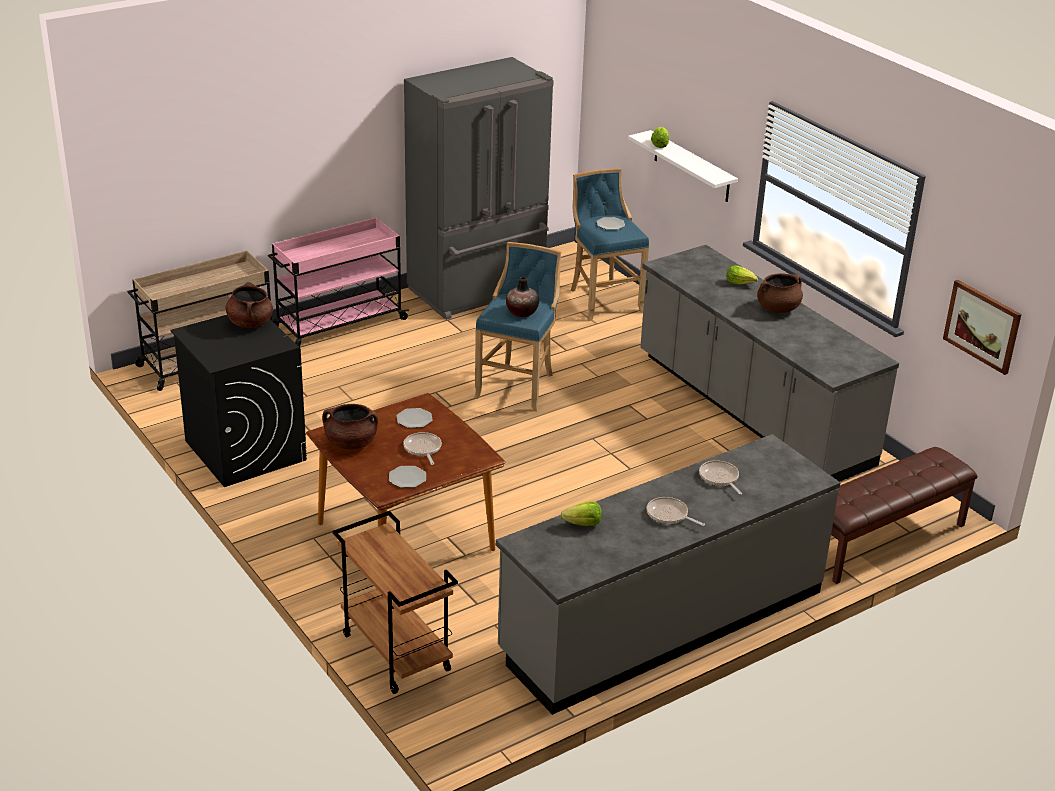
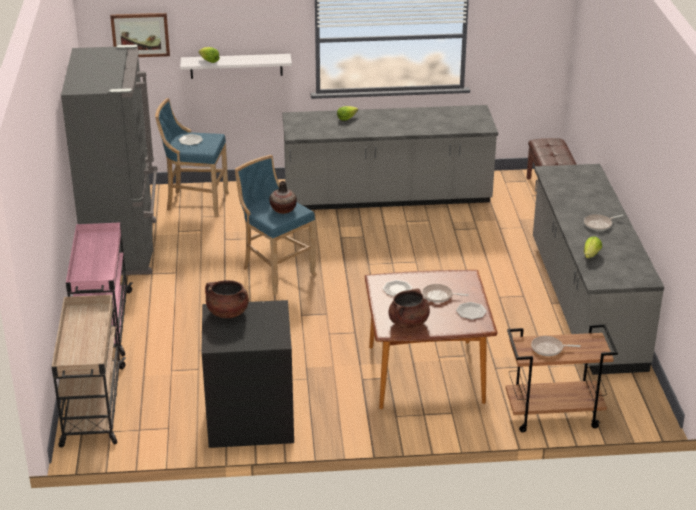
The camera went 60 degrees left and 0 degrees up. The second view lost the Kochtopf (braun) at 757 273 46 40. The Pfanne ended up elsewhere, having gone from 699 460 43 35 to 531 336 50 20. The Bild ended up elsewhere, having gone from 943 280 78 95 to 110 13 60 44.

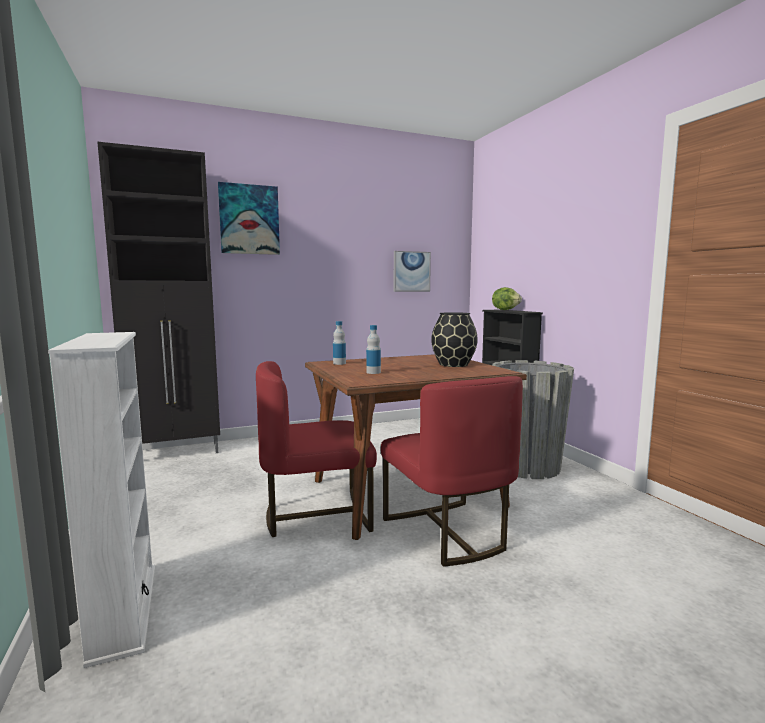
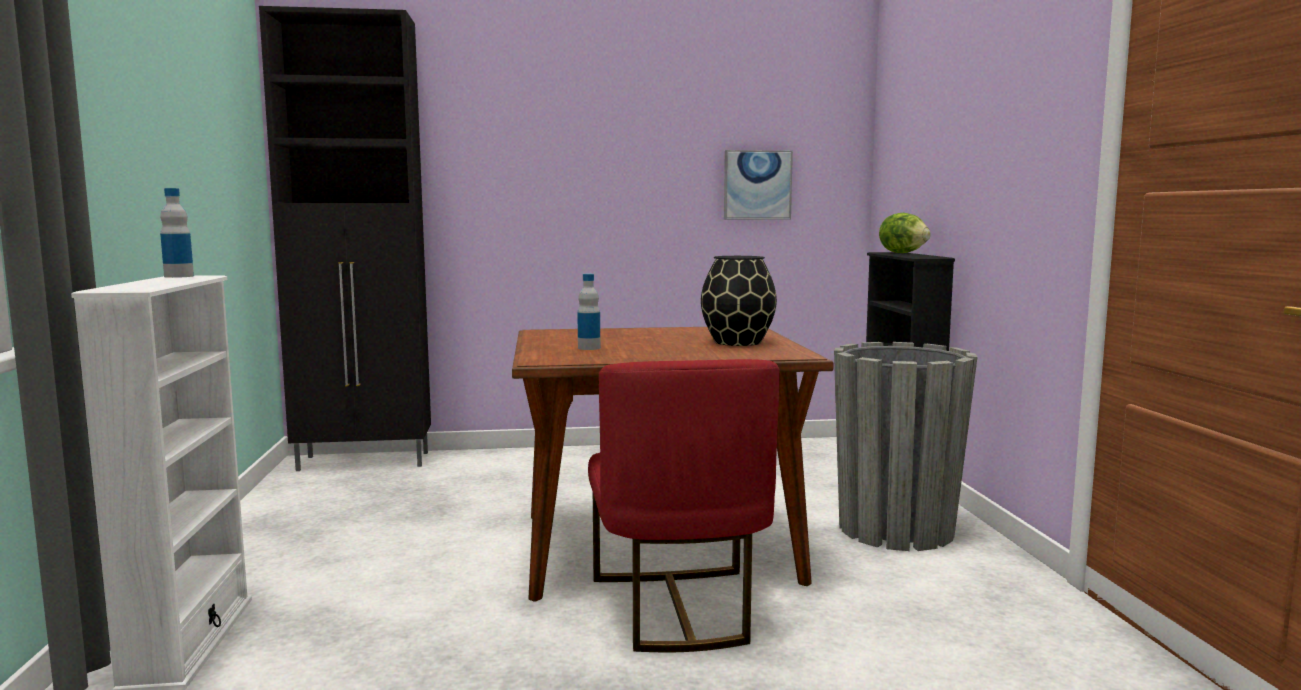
The camera went 15 degrees right and 0 degrees up. The second view lost the Bild at 218 182 62 73. The second view lost the Stuhl (rot) at 256 361 121 176. The Flasche ended up elsewhere, having gone from 333 321 13 44 to 160 188 34 90.

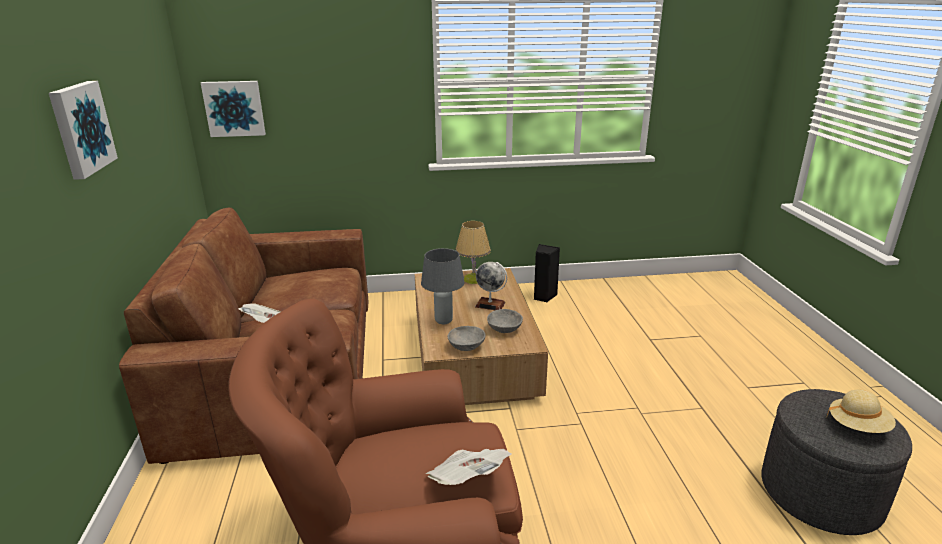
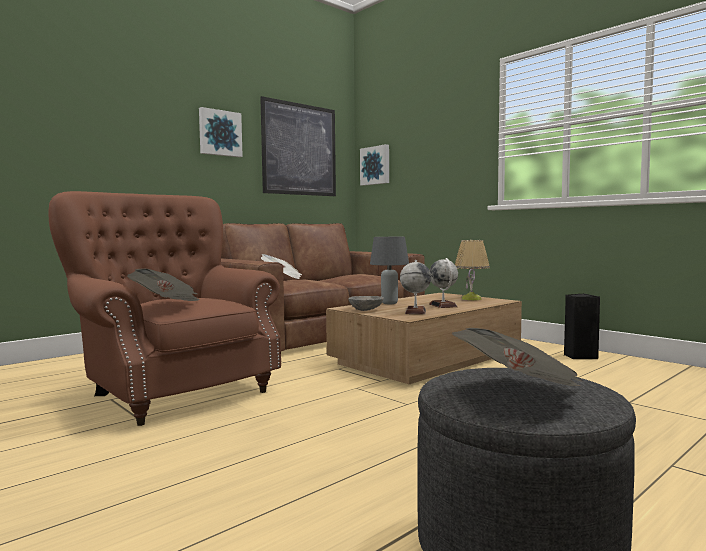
The camera went 55 degrees right and 20 degrees down. The second view gained the Bild at 260 96 76 100. Where the Schüssel (grau) stood at 487 309 36 24, the Globus came to stand at 400 260 31 54. Where the Hut (beige) stood at 827 390 69 43, the Zeitung came to stand at 452 328 131 58.

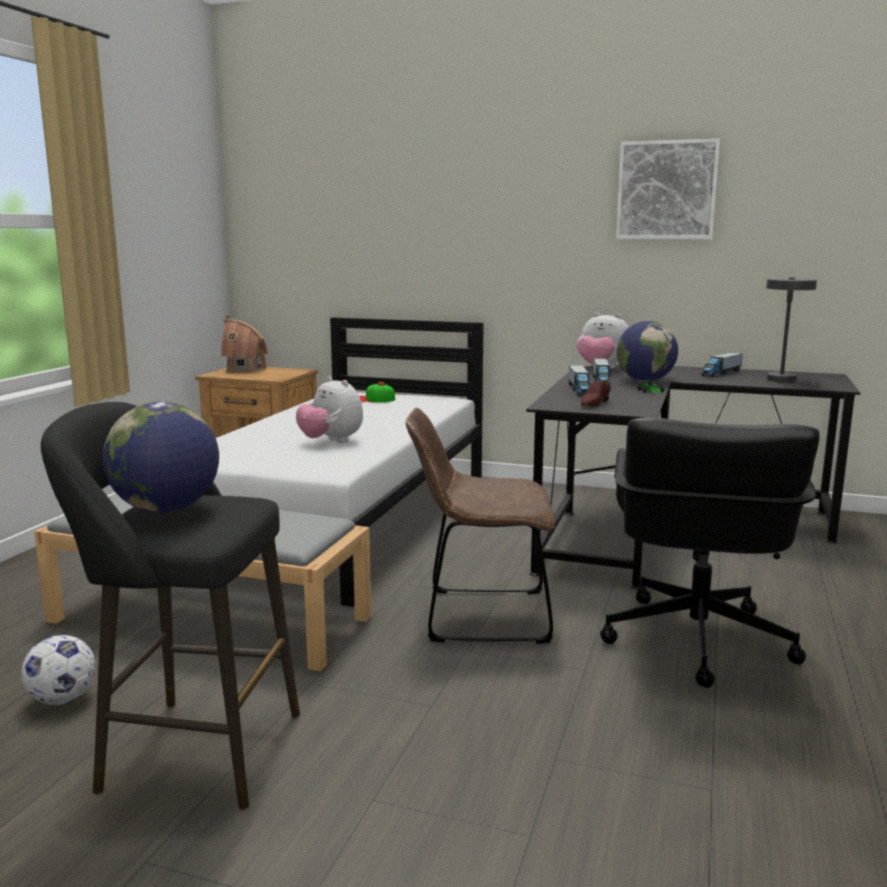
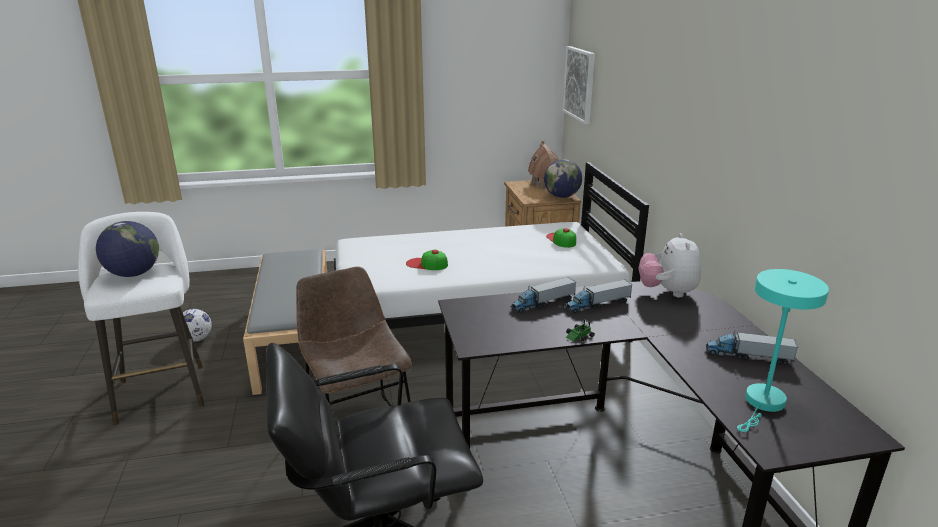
The camera went 60 degrees right and 10 degrees up. The second view lost the Schuh (braun) at 581 380 30 27. The Bild ended up elsewhere, having gone from 616 139 104 100 to 563 46 32 78. The Globus ended up elsewhere, having gone from 617 321 61 60 to 544 159 38 39. Where the Plüschtier stood at 296 377 67 65, the Kappe came to stand at 406 250 42 20. What was the Hocker (schwarz) at 41 402 259 407 turned into the Hocker (weiß) at 78 212 127 213. What was the Tischlampe (grau) at 766 277 54 111 turned into the Tischlampe (türkis) at 737 269 92 163.

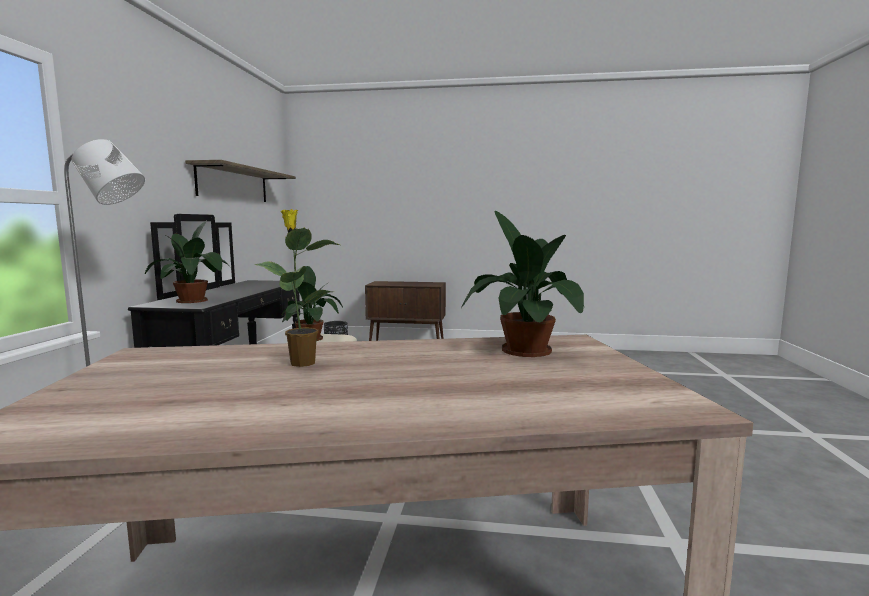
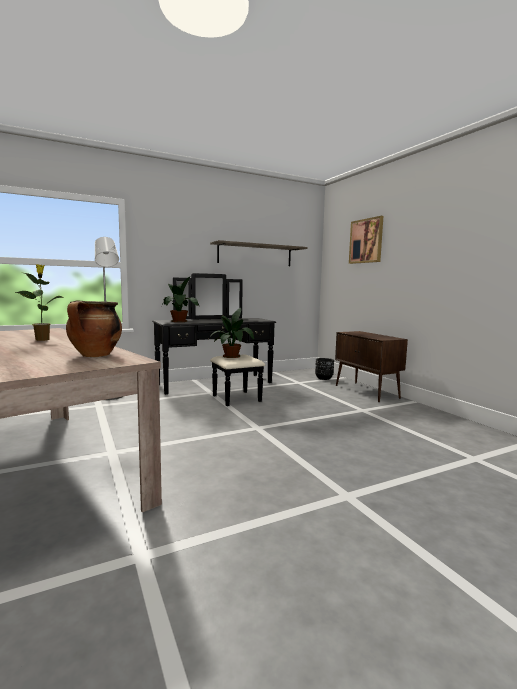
The camera went 55 degrees right and 0 degrees up. The second view gained the Bild at 349 216 34 48. Where the Topfpflanze stood at 461 211 124 146, the Kochtopf came to stand at 66 300 56 57.

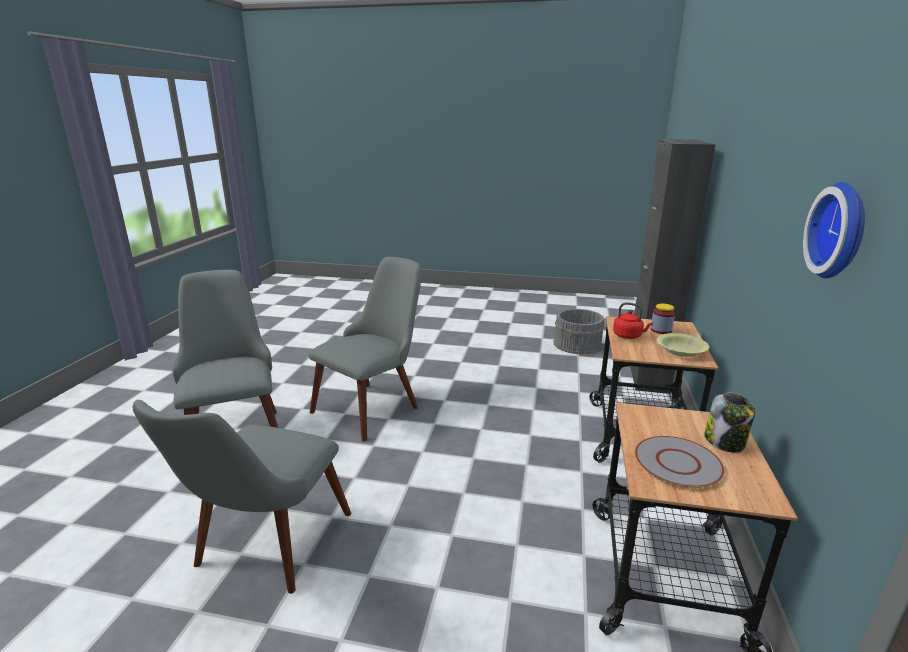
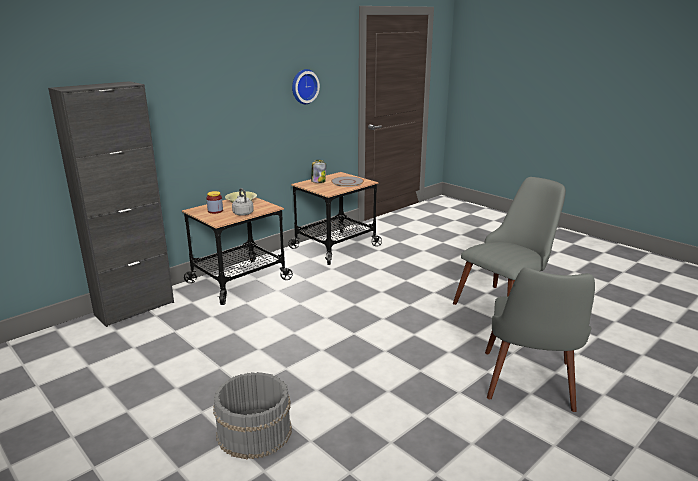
The camera went 145 degrees left and 0 degrees up. The second view lost the Stuhl (grau) at 309 257 113 185. The Eimer (grau) ended up elsewhere, having gone from 554 309 51 46 to 213 372 79 88. What was the Wasserkessel (rot) at 613 302 40 37 turned into the Wasserkessel (grau) at 232 188 22 28.

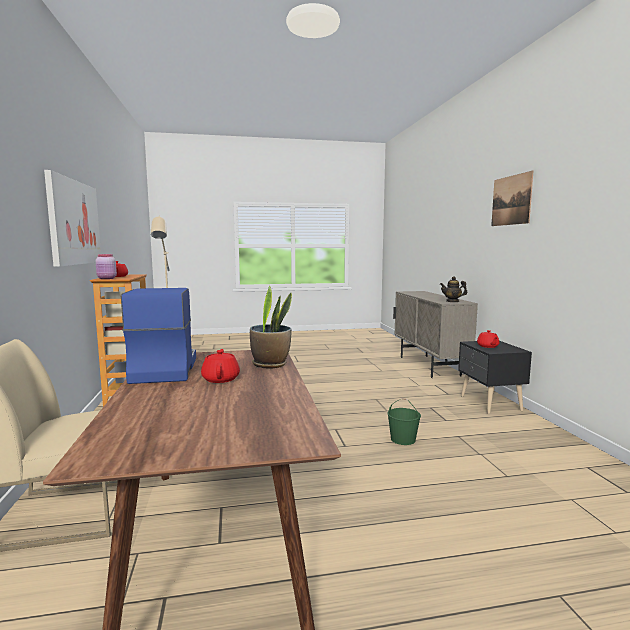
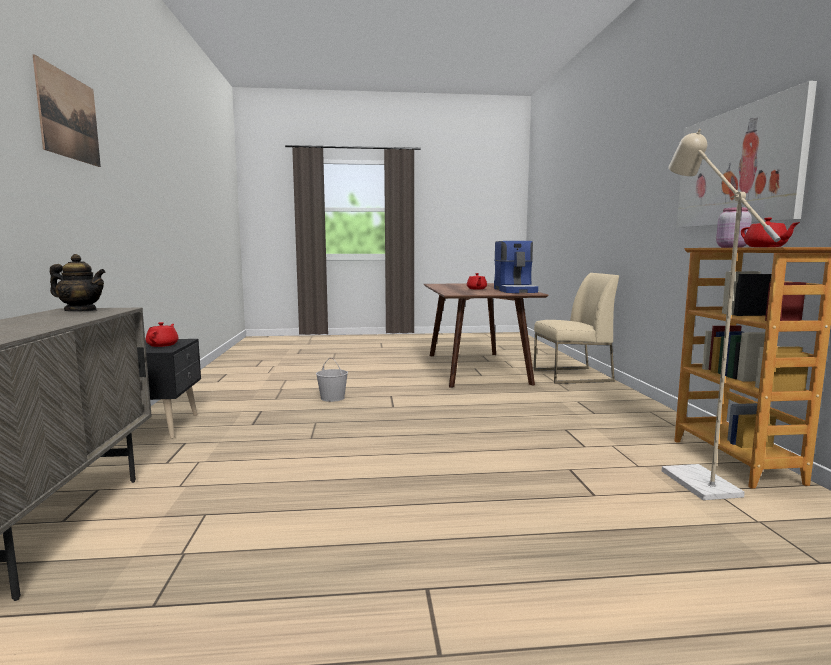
The camera went 175 degrees left and 0 degrees up. The second view lost the Topfpflanze at 250 286 42 82. What was the Eimer (grün) at 387 398 34 47 turned into the Eimer (weiß) at 316 357 32 45.

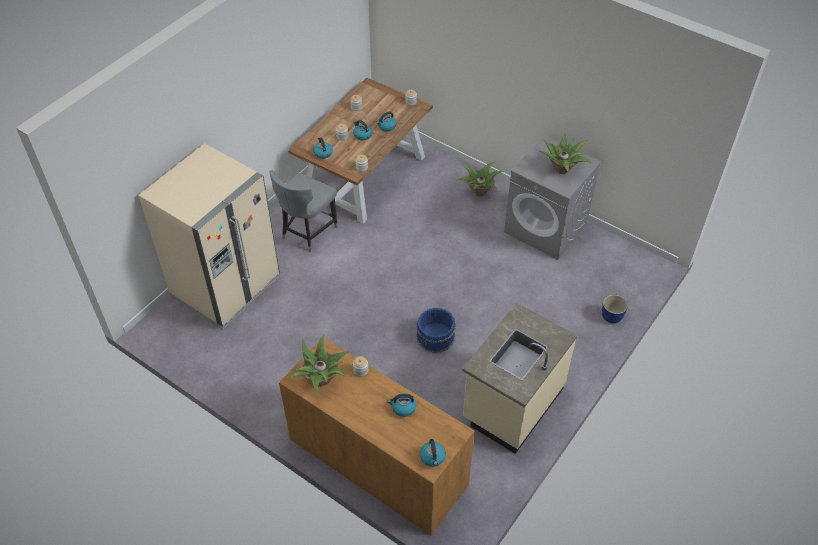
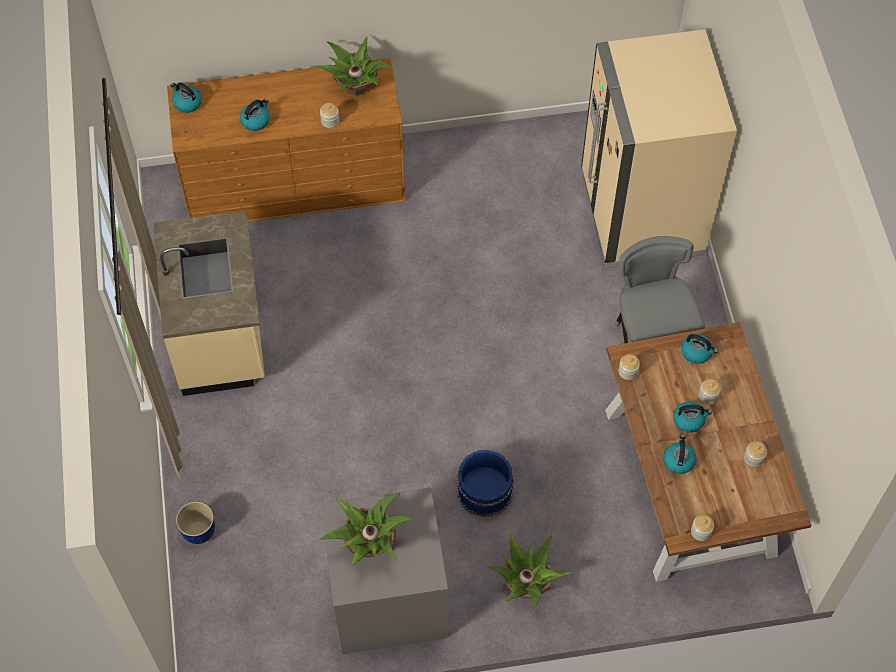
The camera went 135 degrees right and 10 degrees up. The Eimer (blau) ended up elsewhere, having gone from 416 307 40 46 to 457 450 57 67.

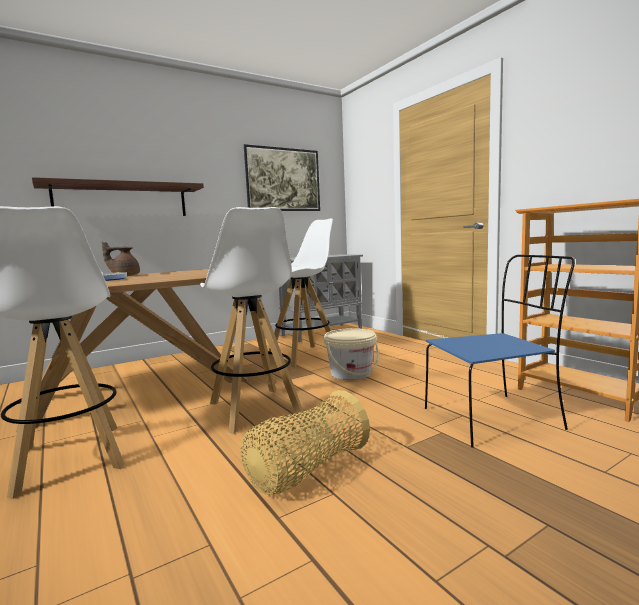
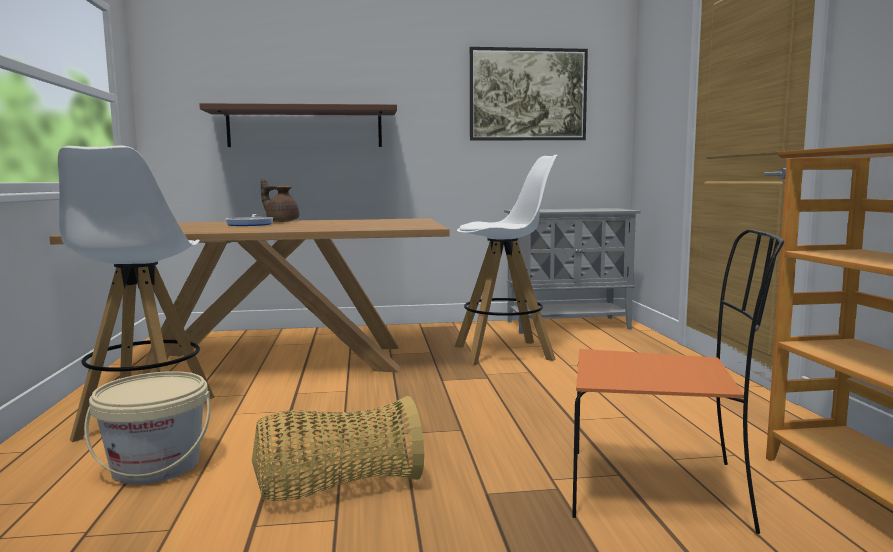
The camera went 25 degrees right and 0 degrees up. The second view lost the Hocker (weiß) at 200 207 104 227. The Eimer (beige) ended up elsewhere, having gone from 324 328 55 52 to 84 371 126 114. What was the Stuhl (blau) at 425 255 150 193 turned into the Stuhl (orange) at 572 229 212 305.

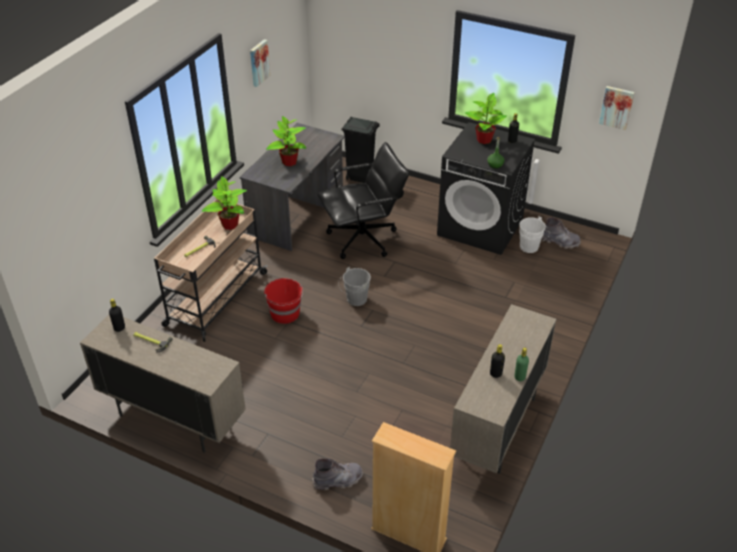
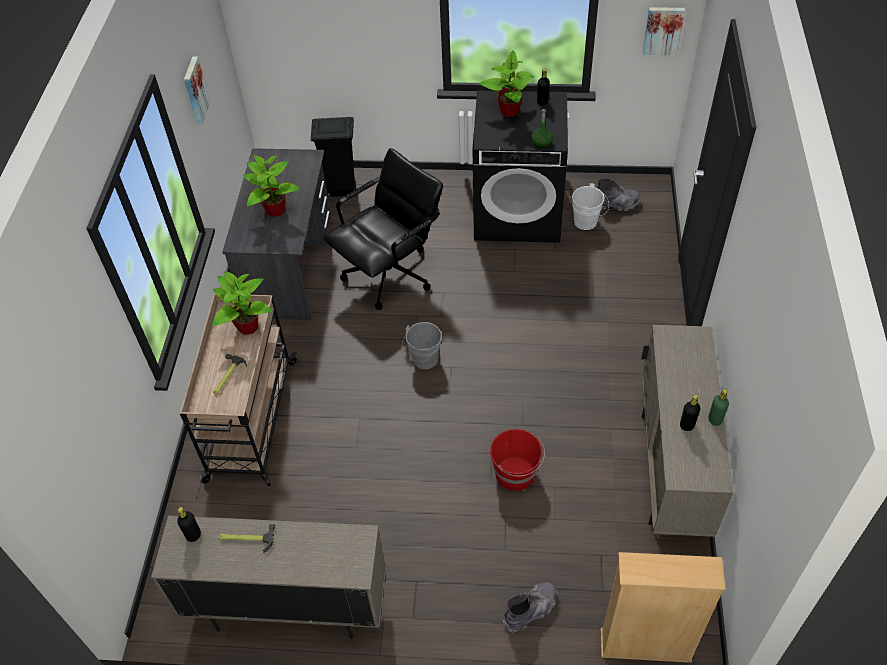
The camera went 20 degrees left and 10 degrees up. The Eimer (rot) ended up elsewhere, having gone from 264 278 39 46 to 490 429 55 62.

